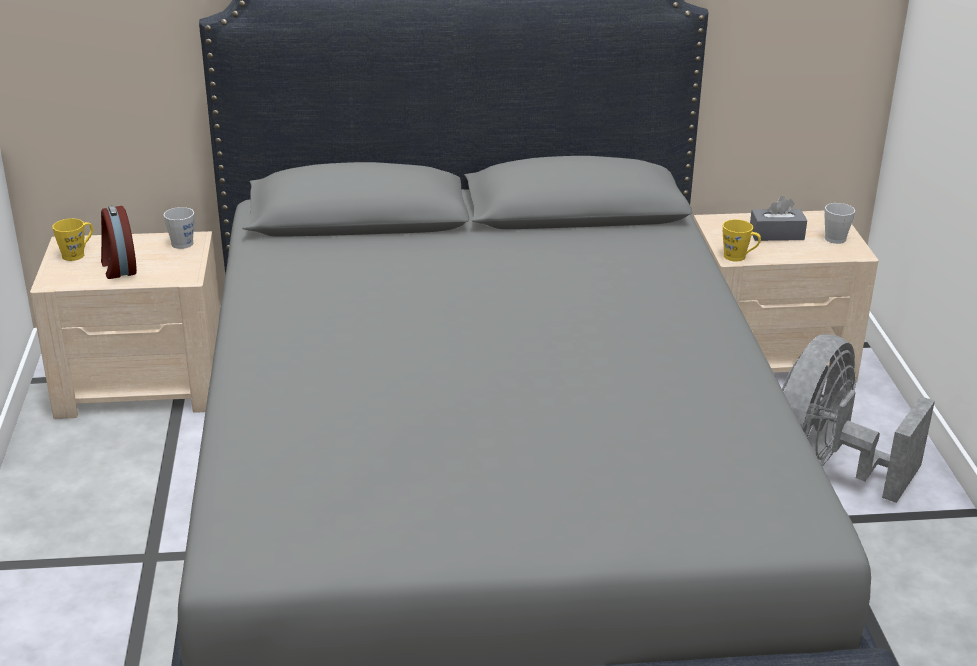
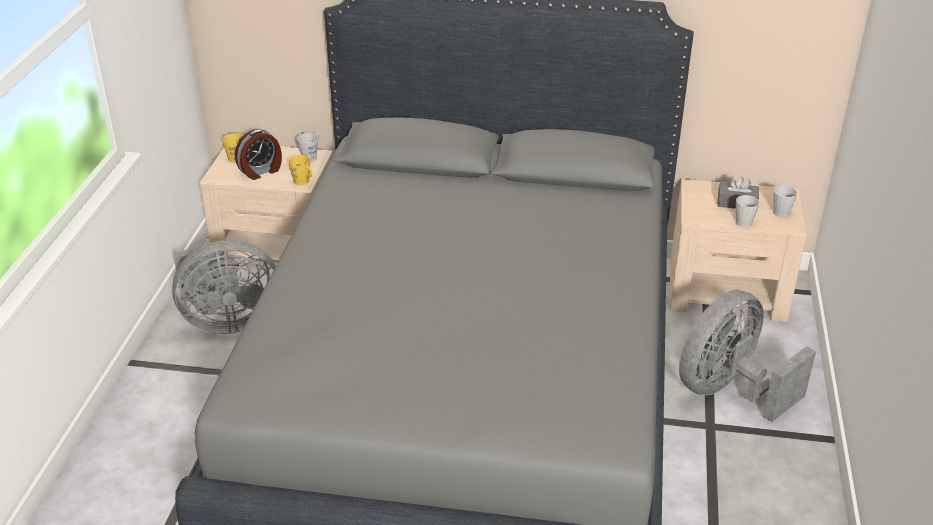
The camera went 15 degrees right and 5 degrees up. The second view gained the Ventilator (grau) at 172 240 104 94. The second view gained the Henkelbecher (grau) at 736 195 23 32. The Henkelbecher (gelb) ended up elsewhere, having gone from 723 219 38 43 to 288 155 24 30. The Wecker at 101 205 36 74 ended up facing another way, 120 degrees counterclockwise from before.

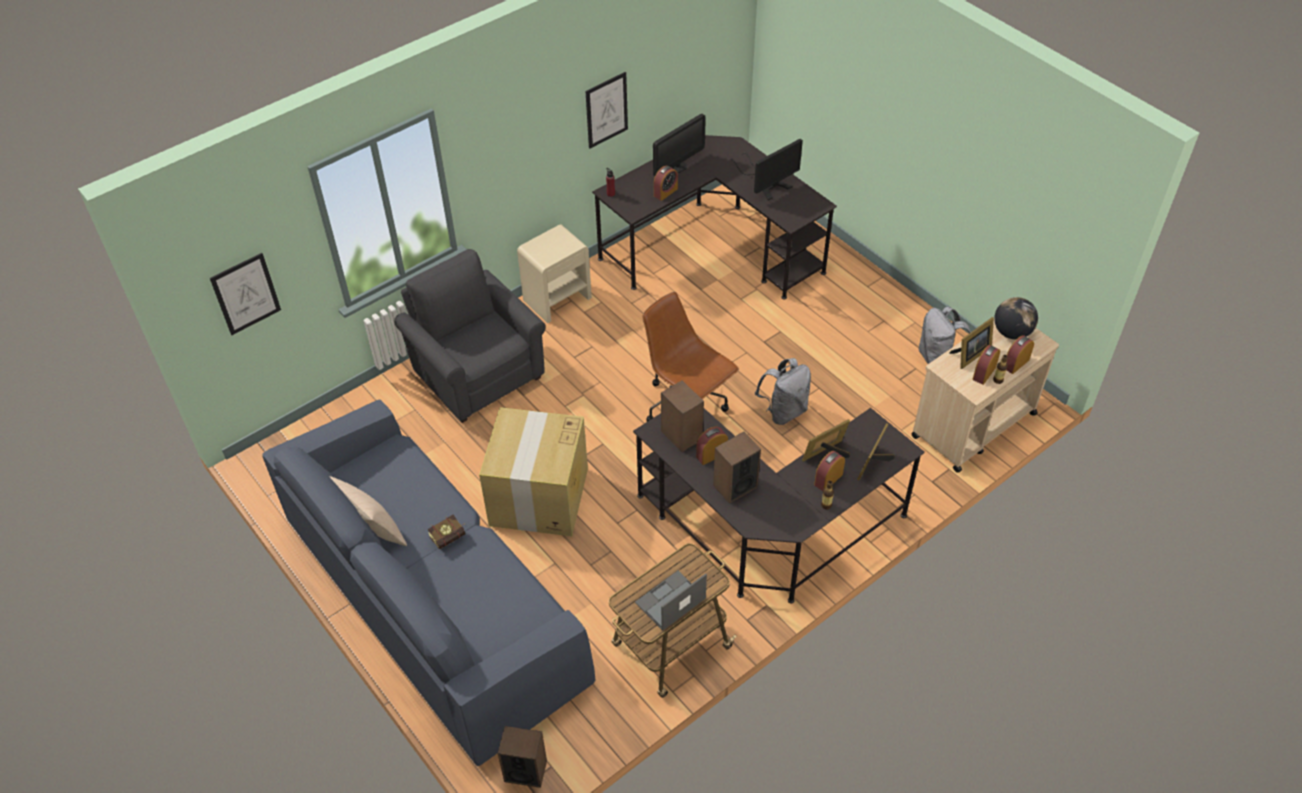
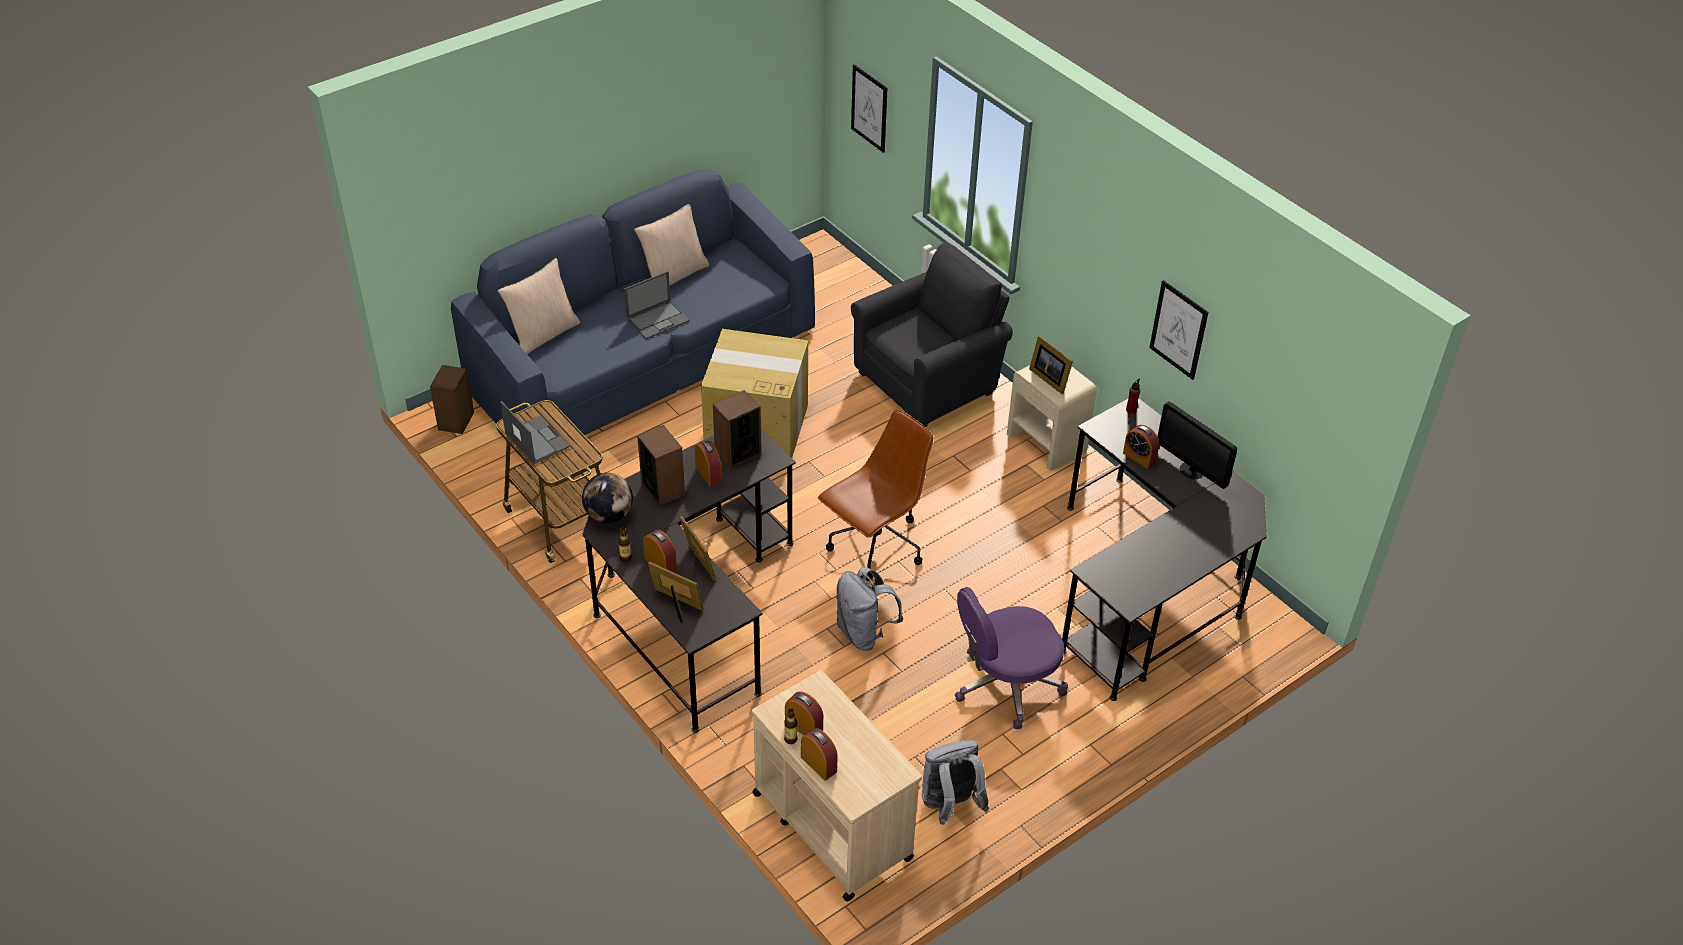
The camera went 90 degrees right and 5 degrees down. The second view lost the Monitor at 730 139 73 62. The second view gained the Kissen (beige) at 498 258 82 96. The second view gained the Bürostuhl (lila) at 955 587 113 142. The Bilderrahmen ended up elsewhere, having gone from 949 317 45 52 to 1029 336 44 59. The Globus ended up elsewhere, having gone from 994 297 44 42 to 582 473 51 50. Where the Buch stood at 428 515 38 34, the Laptop came to stand at 624 271 66 68.

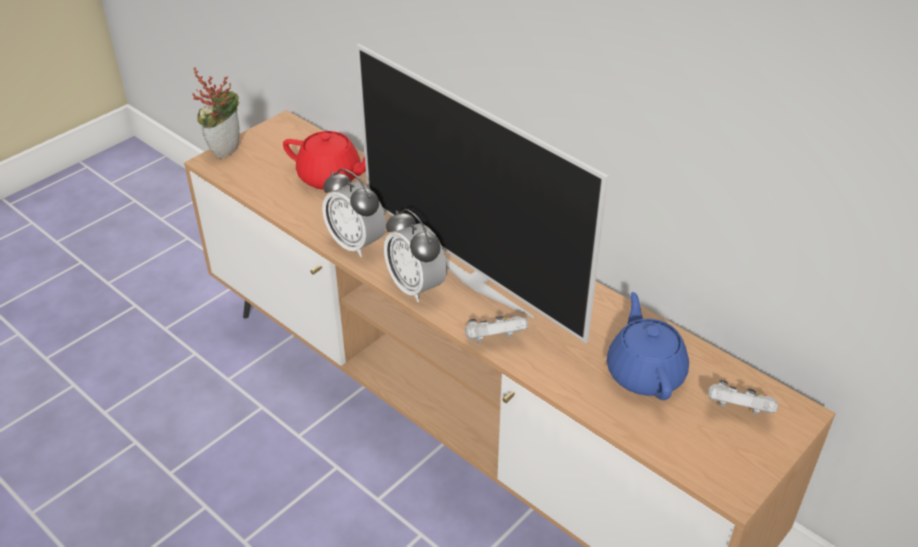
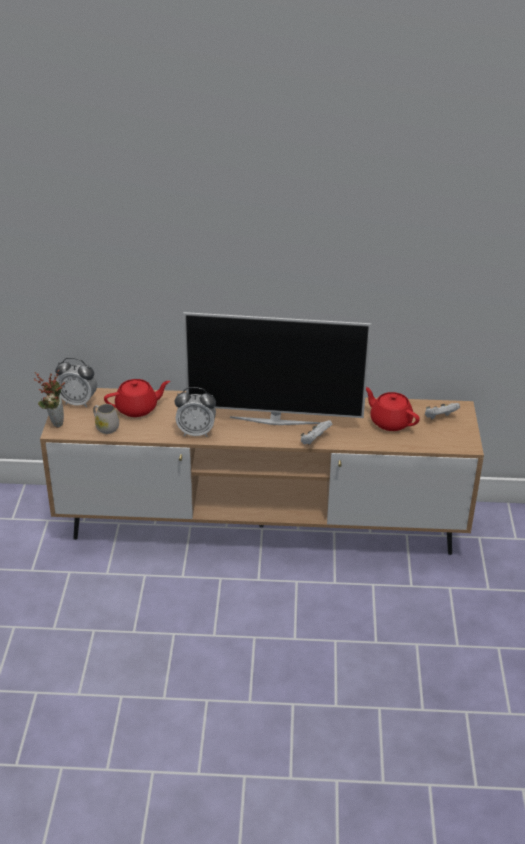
The camera went 40 degrees left and 5 degrees down. The second view gained the Henkelbecher (weiß) at 93 404 26 30. The Wecker ended up elsewhere, having gone from 384 209 63 93 to 55 358 42 50. What was the Teekanne (blau) at 607 292 82 108 turned into the Teekanne (rot) at 366 387 54 44.

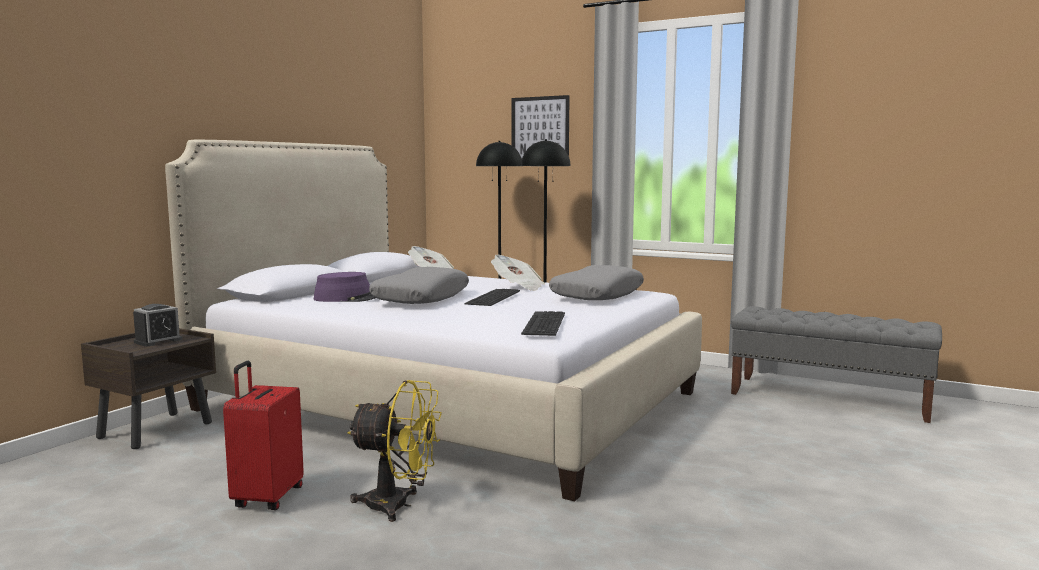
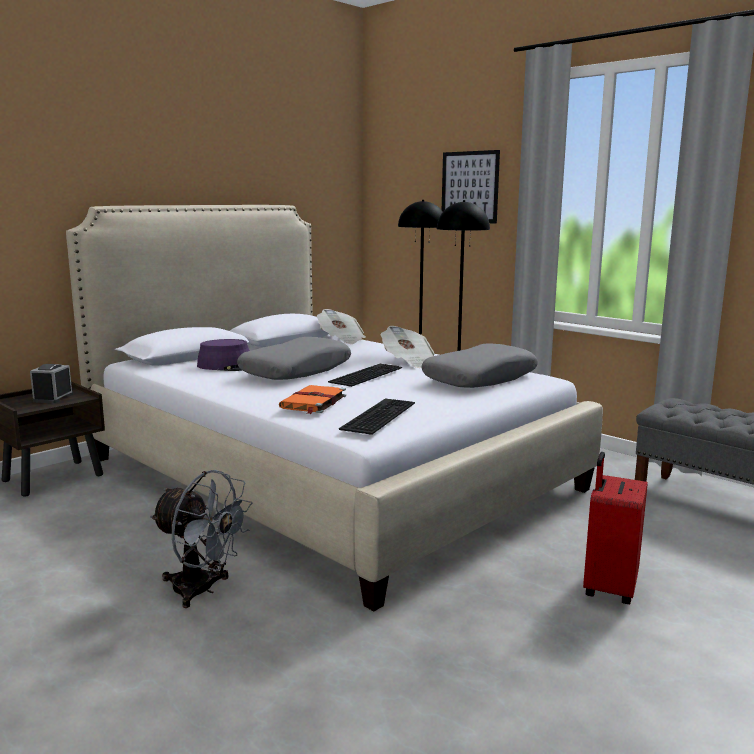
The camera went 15 degrees right and 5 degrees up. The second view gained the Buch (orange) at 279 385 67 29. The Koffer (rot) ended up elsewhere, having gone from 223 361 81 149 to 583 452 65 152. What was the Ventilator (gelb) at 347 380 95 142 turned into the Ventilator (grau) at 150 470 102 138. The Wecker at 133 304 49 43 ended up facing another way, 135 degrees clockwise from before.

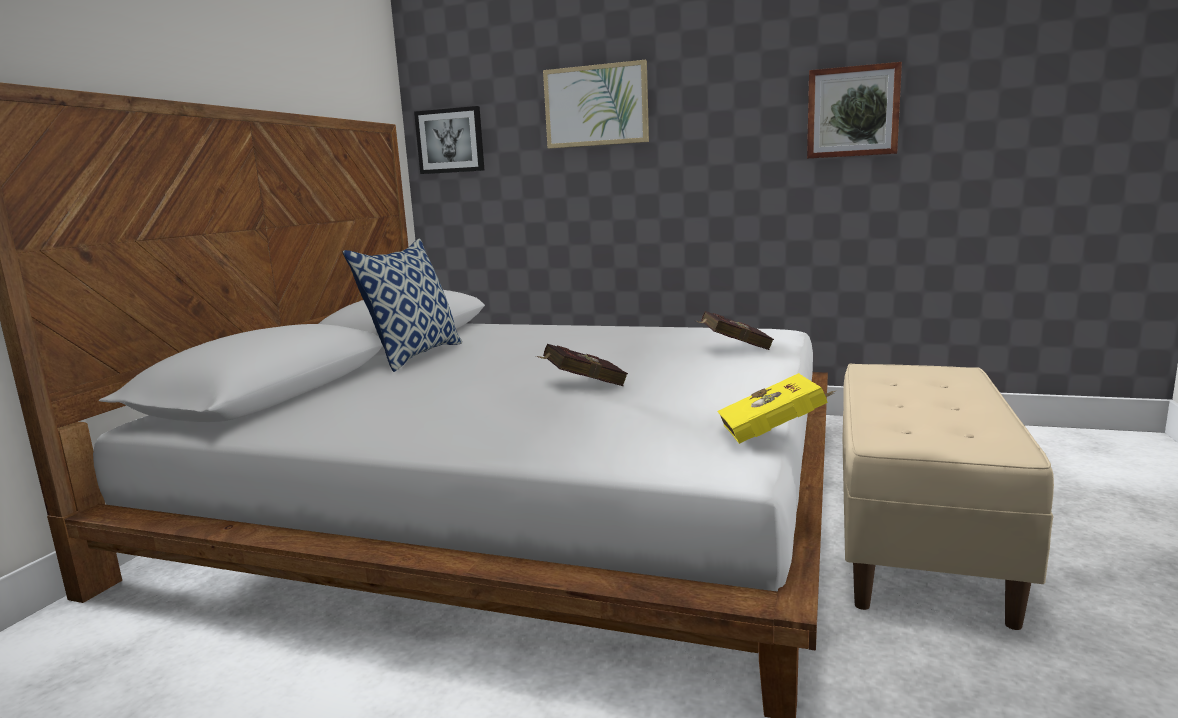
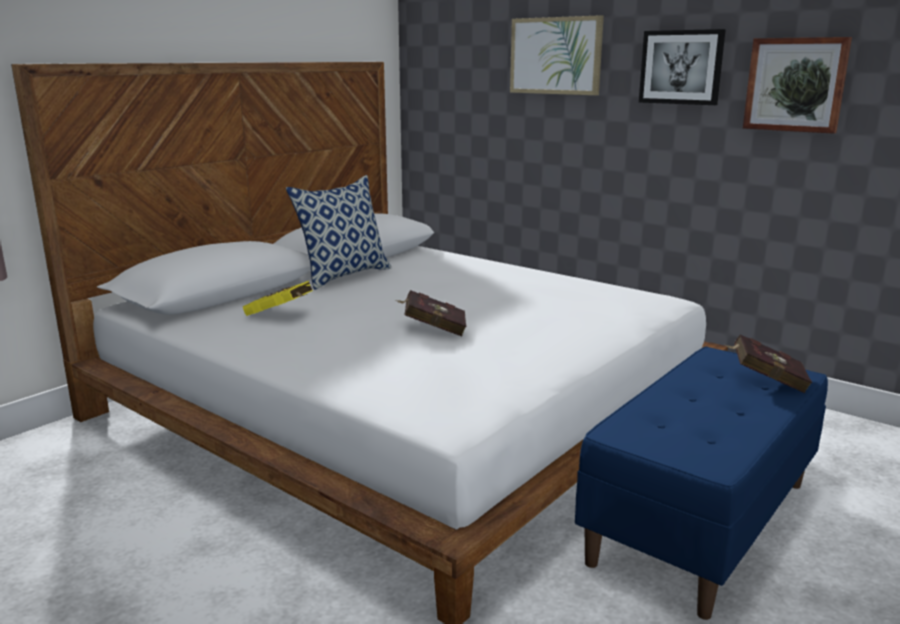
The camera went 20 degrees right and 5 degrees up. The Bild ended up elsewhere, having gone from 414 106 71 68 to 639 29 87 76. The Buch (rot) ended up elsewhere, having gone from 696 311 78 39 to 725 335 87 58. The Buch (gelb) ended up elsewhere, having gone from 718 373 119 71 to 243 281 70 35. What was the Bank (beige) at 842 364 212 266 turned into the Bank (blau) at 575 347 253 273.

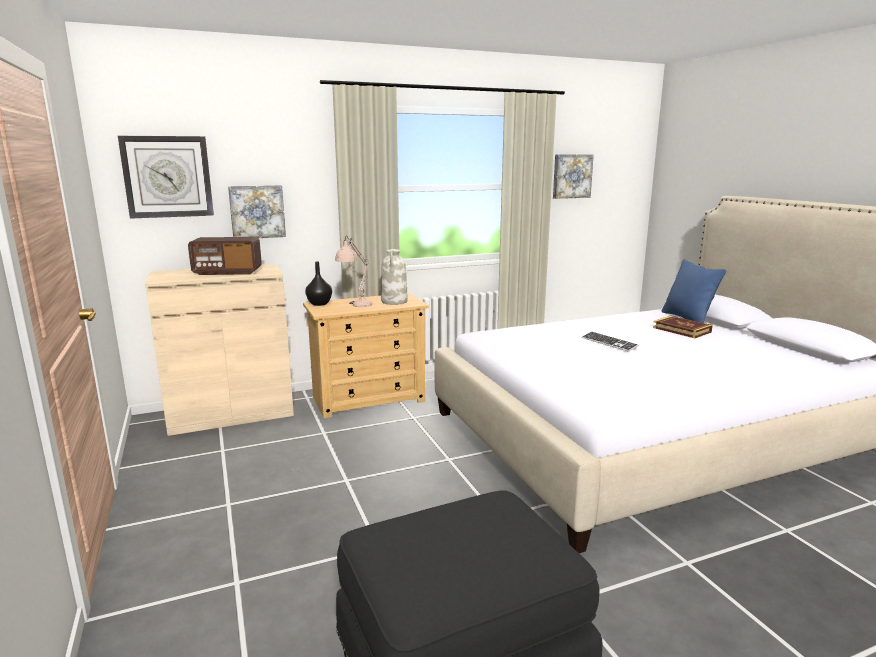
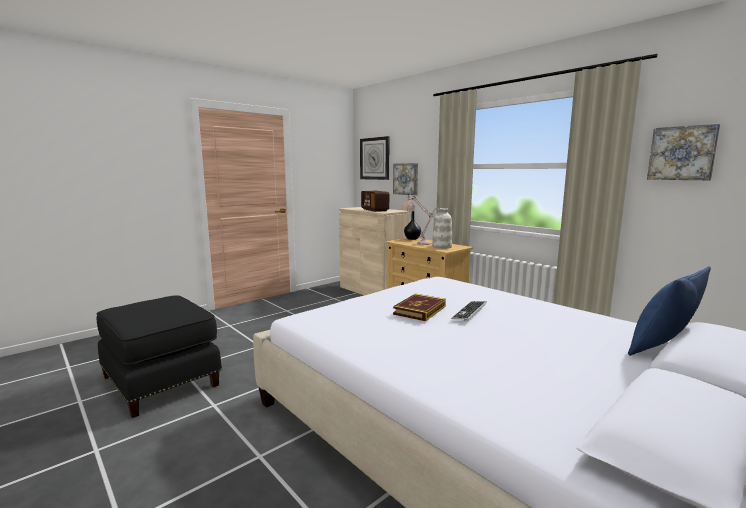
The camera went 70 degrees right and 5 degrees down. The Buch ended up elsewhere, having gone from 653 316 60 22 to 393 294 53 27.

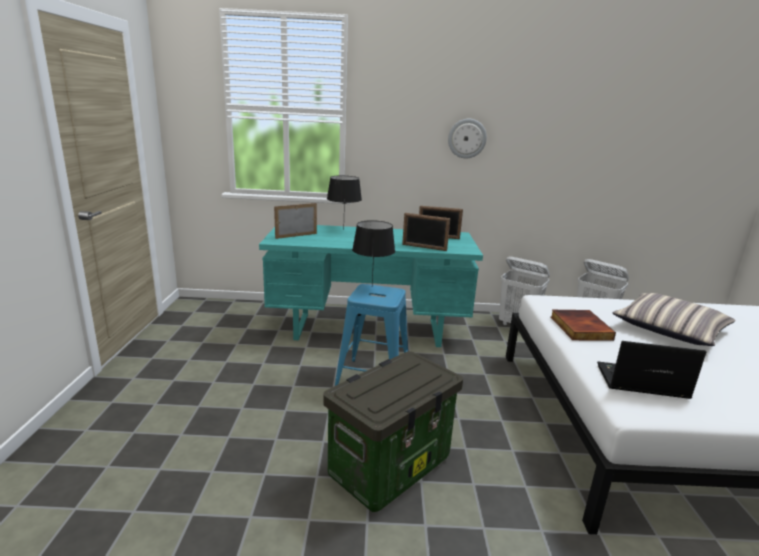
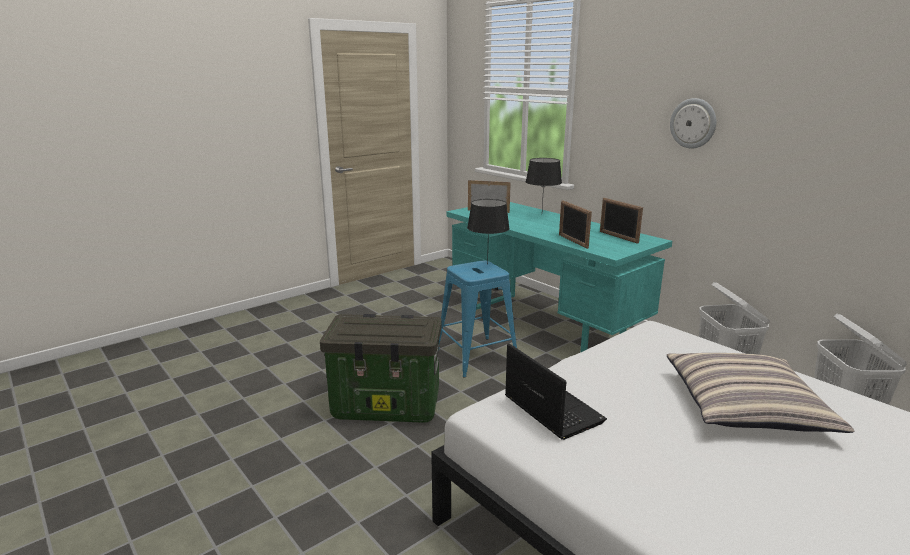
The camera went 50 degrees right and 0 degrees up. The second view lost the Buch at 550 310 66 31.

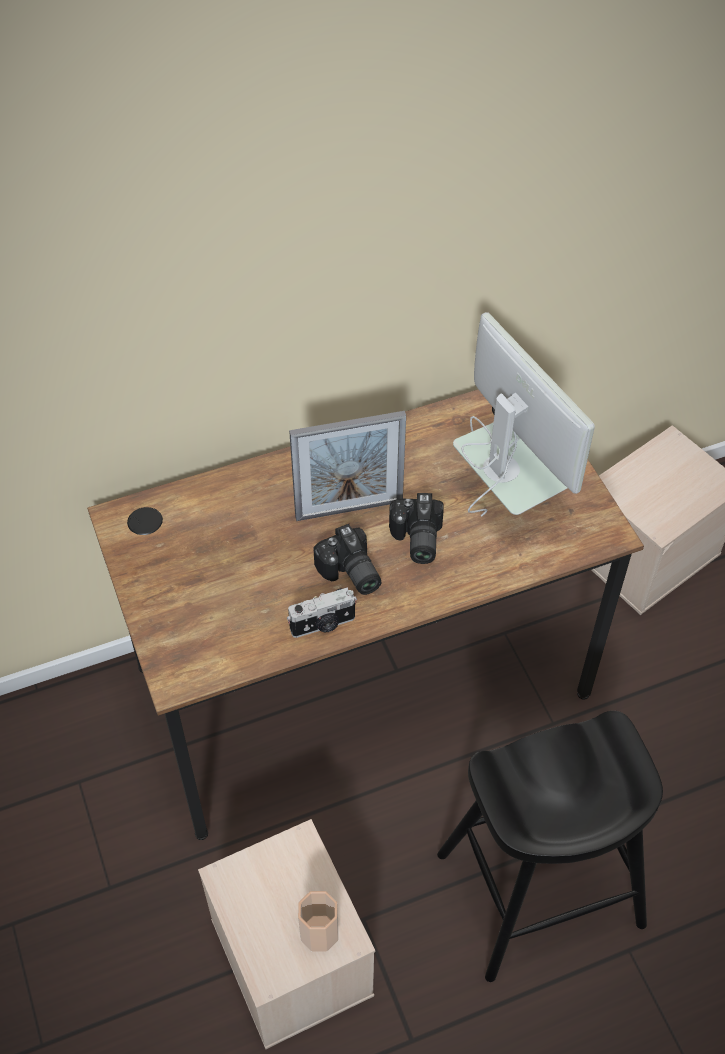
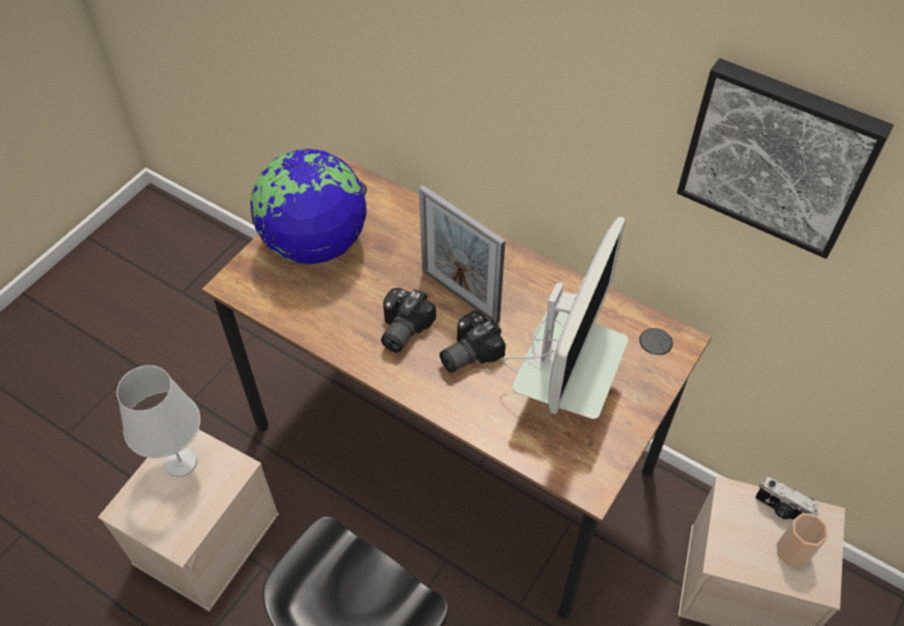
The camera went 55 degrees right and 0 degrees up. The second view gained the Tischlampe (weiß) at 117 365 84 112. The second view gained the Globus at 250 149 116 115. The second view gained the Bild at 677 58 217 201. The Kamera ended up elsewhere, having gone from 287 587 70 51 to 755 477 64 44. The Tasse ended up elsewhere, having gone from 298 891 40 61 to 777 513 51 55.

